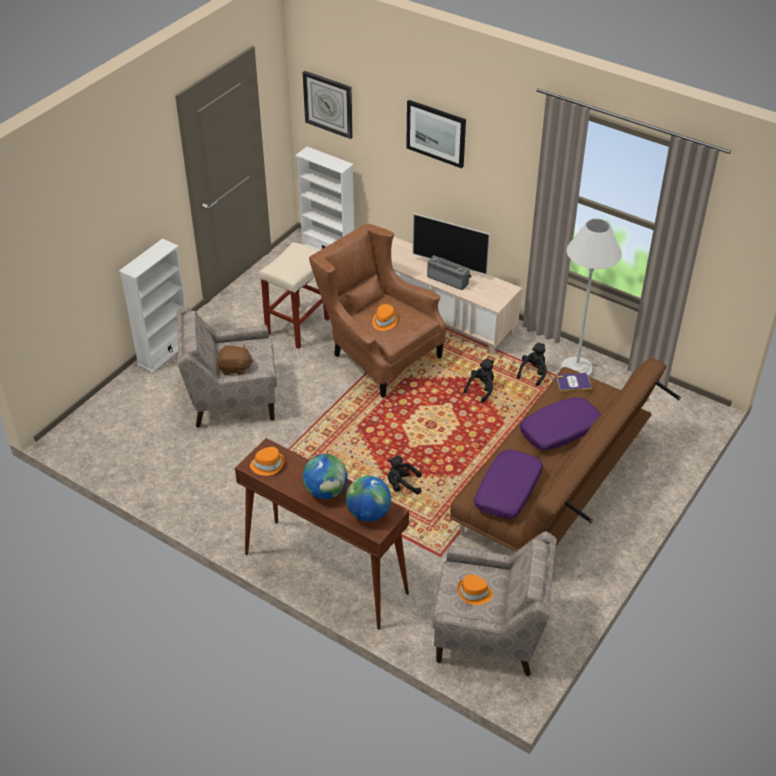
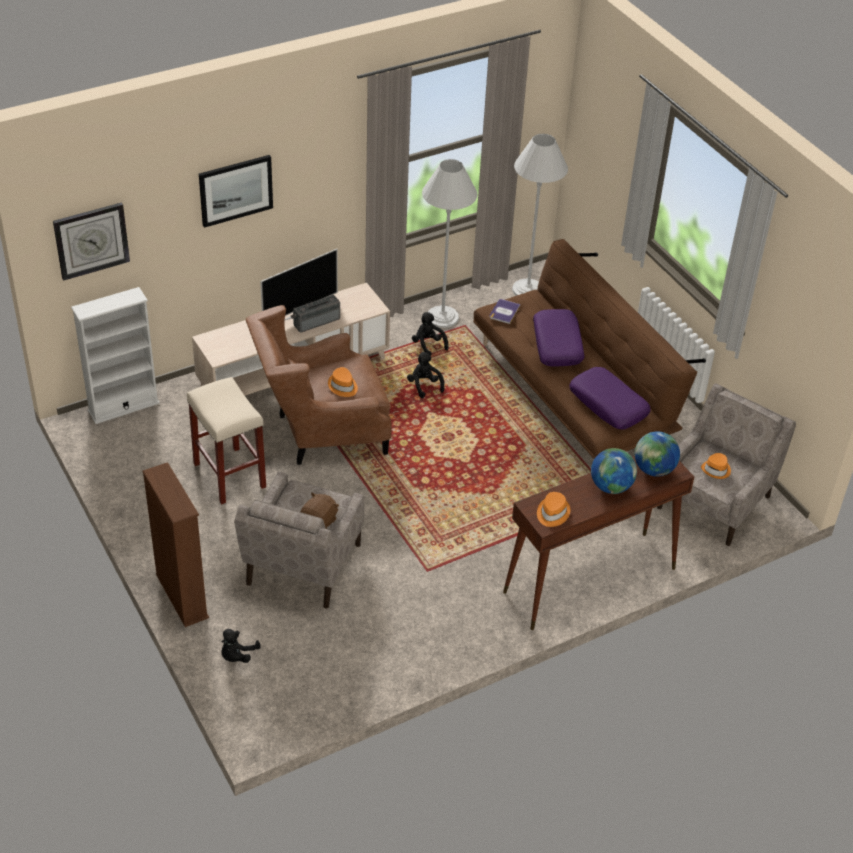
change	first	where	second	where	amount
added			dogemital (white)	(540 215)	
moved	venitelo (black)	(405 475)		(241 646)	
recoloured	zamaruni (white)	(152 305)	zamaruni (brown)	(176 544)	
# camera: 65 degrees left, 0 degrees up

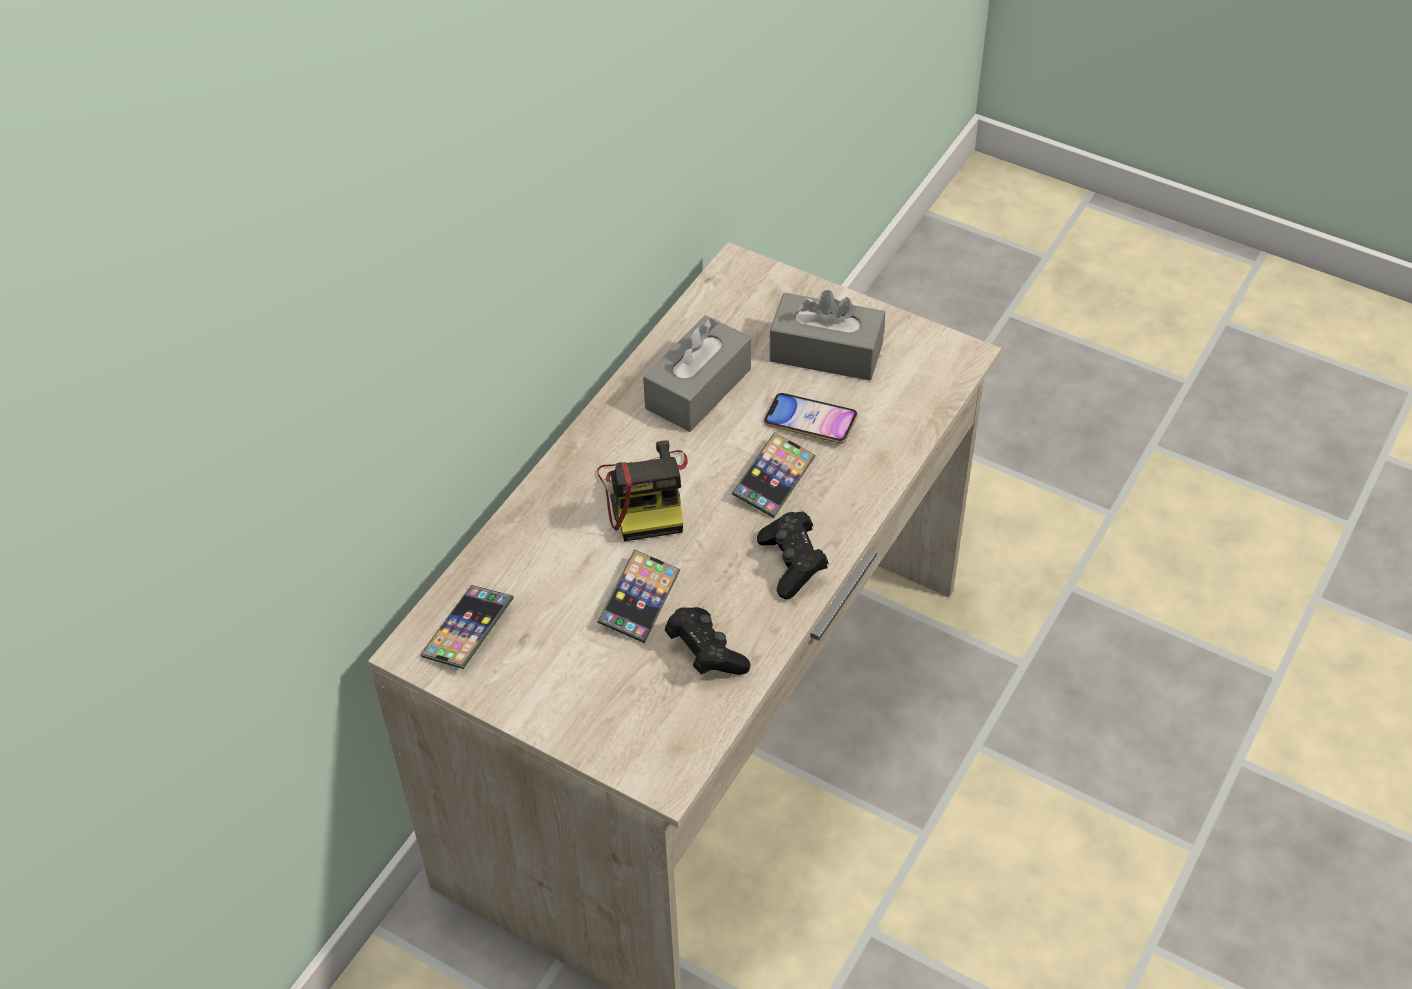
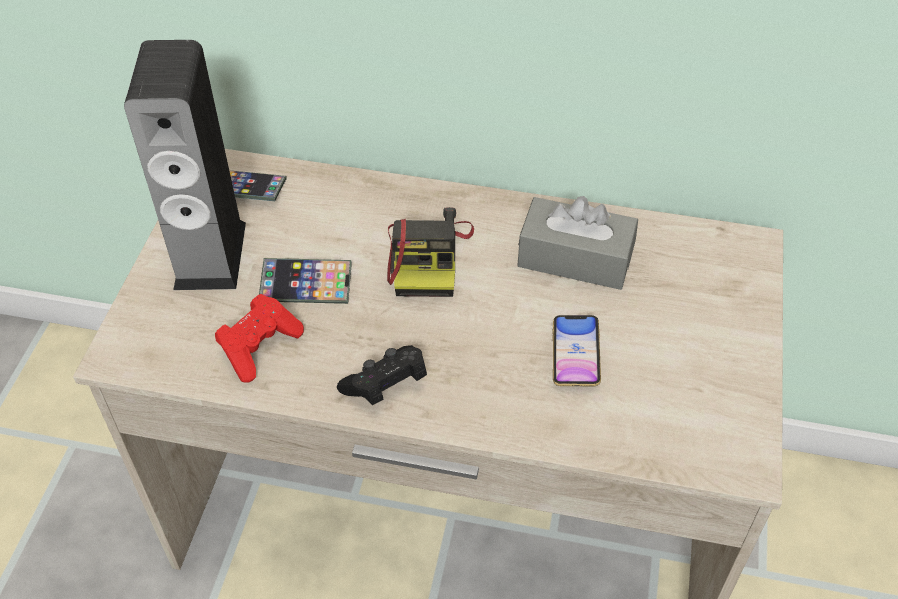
change	first	where	second	where	amount
removed	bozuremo	(774 475)			
removed	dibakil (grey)	(827 335)			
added			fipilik	(185 165)	
recoloured	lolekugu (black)	(708 641)	lolekugu (red)	(259 338)	
turned	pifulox	(642 490)		(430 252)	60 degrees counterclockwise
# camera: 70 degrees right, 0 degrees up

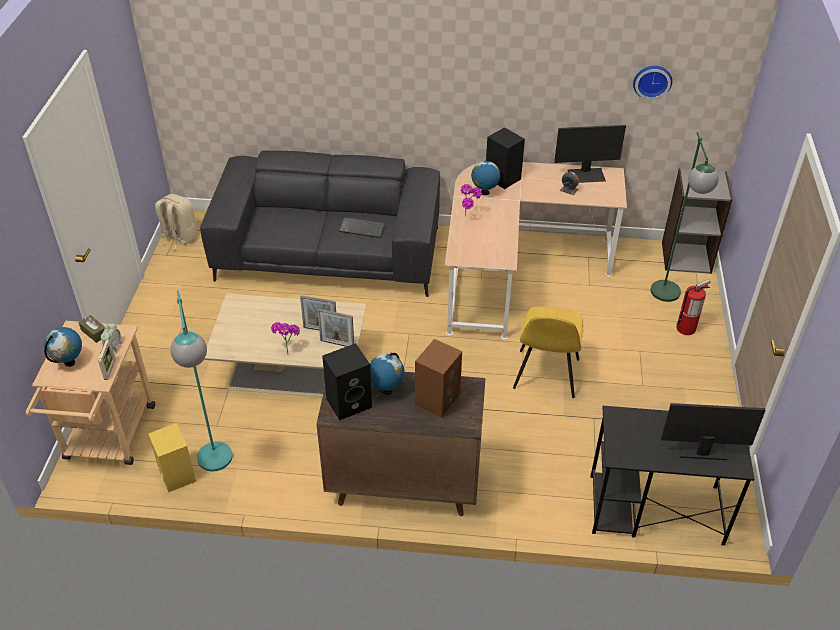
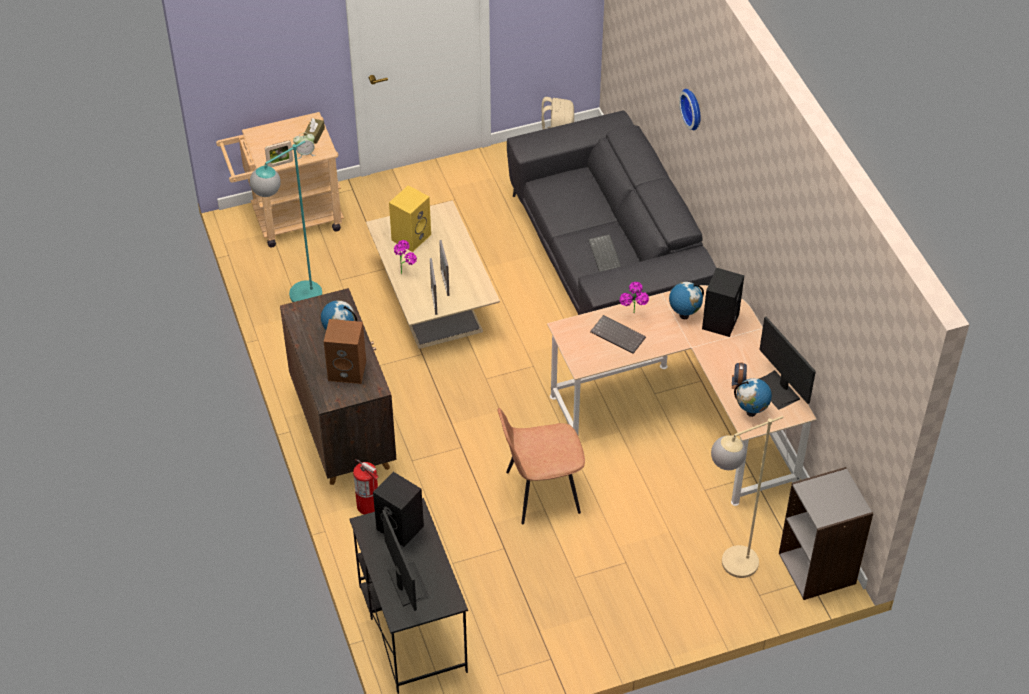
change	first	where	second	where	amount
added			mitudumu	(618 334)	
moved	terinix	(63 347)		(753 397)	
moved	fipilik (yellow)	(172 457)		(410 218)	
moved	fipilik (black)	(347 381)		(398 509)	
moved	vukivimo	(652 83)		(690 109)	
moved	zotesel	(693 307)		(365 487)	
recoloured	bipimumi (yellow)	(548 352)	bipimumi (brown)	(541 466)	
recoloured	dogemital (green)	(685 217)	dogemital (beige)	(747 497)	
# camera: 65 degrees right, 5 degrees up

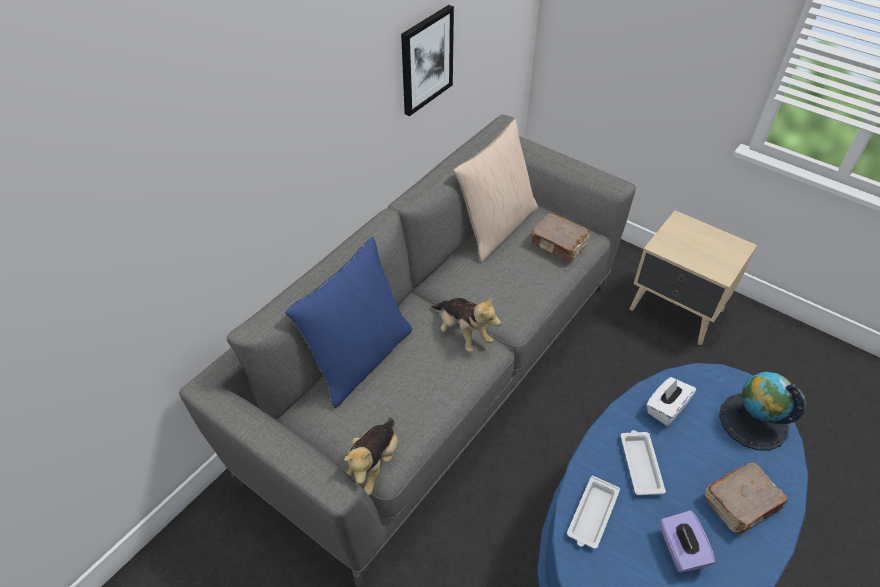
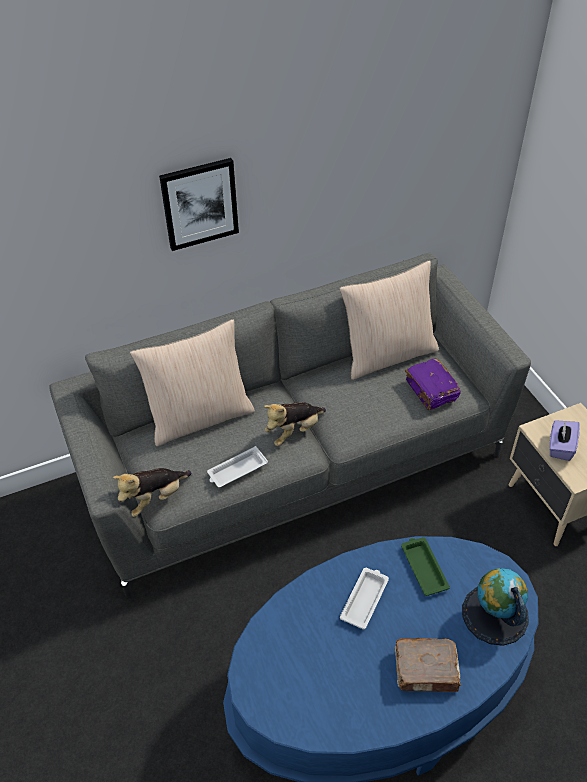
change	first	where	second	where	amount
moved	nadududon	(427 60)		(199 204)	
moved	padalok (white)	(593 512)		(237 467)	
moved	dibakil (purple)	(687 541)		(564 440)	
replaced	dibakil (white)	(671 401)	padalok (green)	(425 566)	
recoloured	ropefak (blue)	(348 322)	ropefak (beige)	(192 382)	
recoloured	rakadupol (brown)	(560 238)	rakadupol (purple)	(433 384)	
turned	venitelo	(466 324)		(295 424)	60 degrees clockwise
# camera: 30 degrees right, 0 degrees up

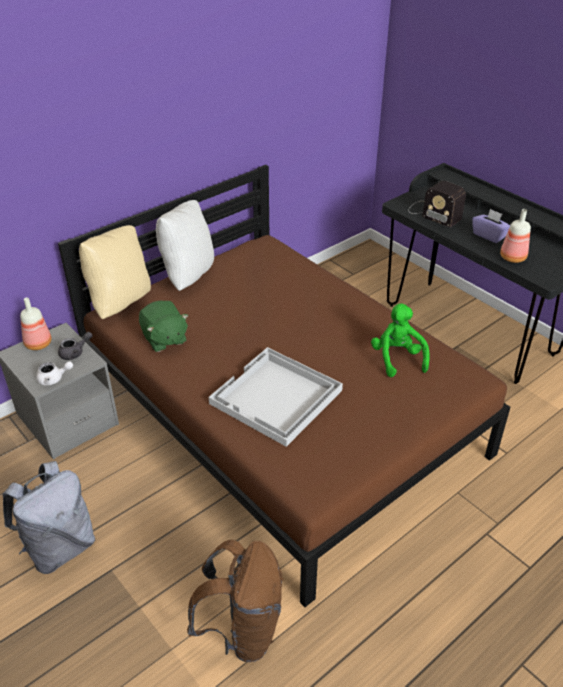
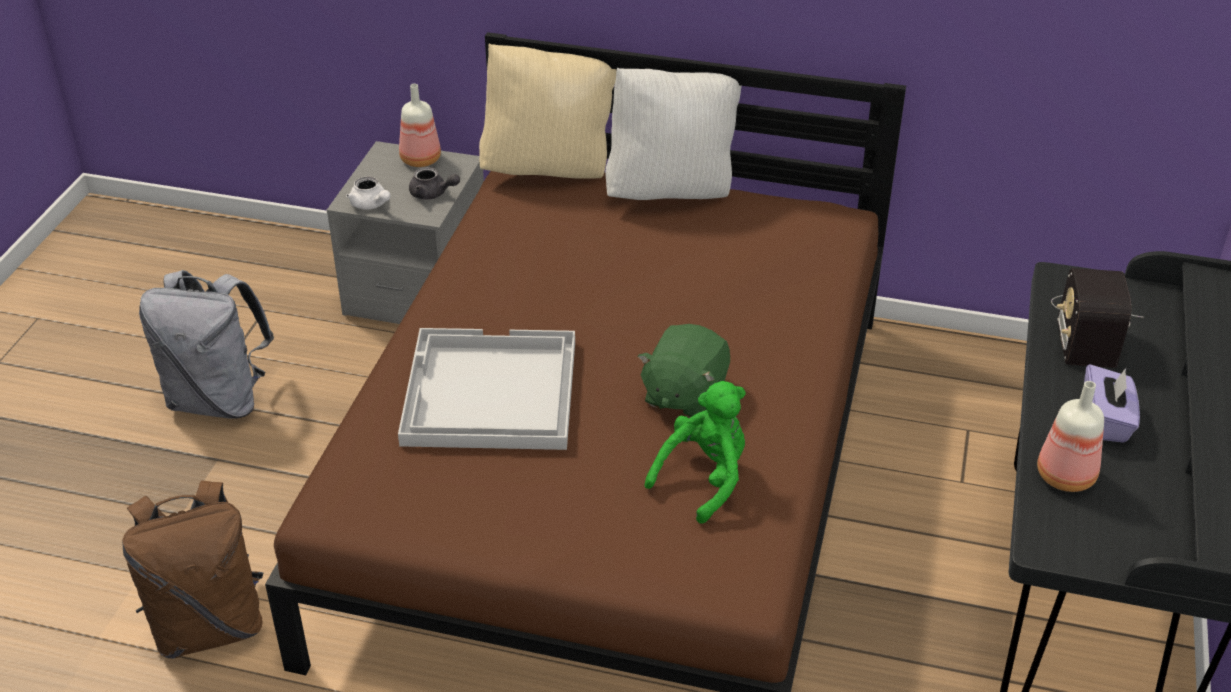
change	first	where	second	where	amount
moved	venitelo (green)	(164 326)		(683 371)	
# camera: 55 degrees right, 0 degrees up

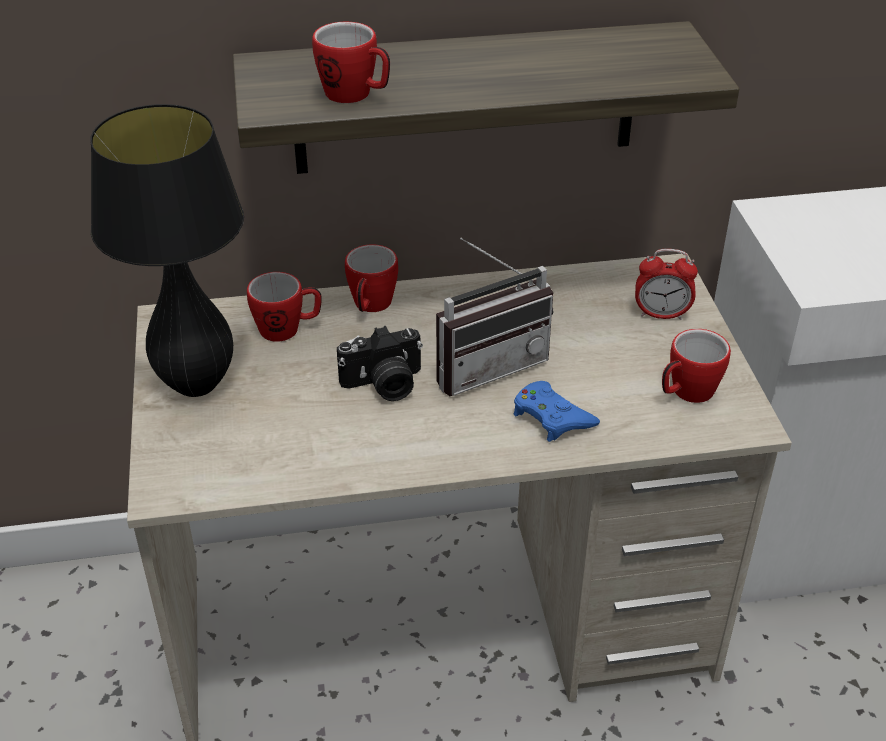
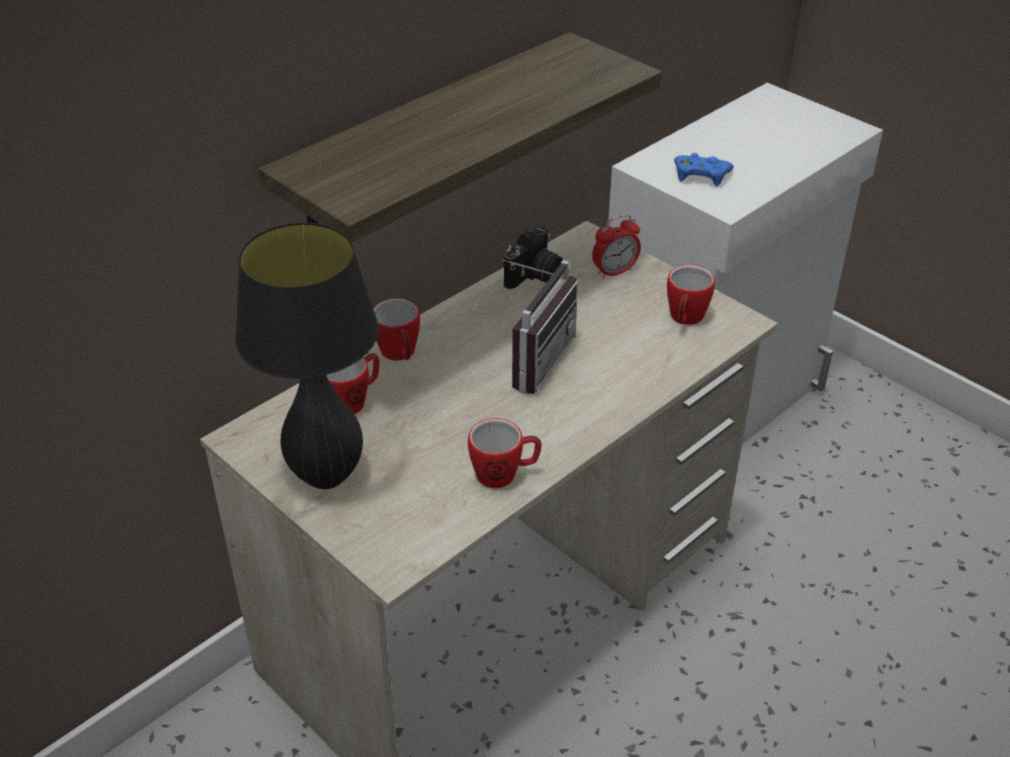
change	first	where	second	where	amount
moved	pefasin	(351 62)		(505 453)	
moved	pifulox	(380 363)		(533 258)	
moved	lolekugu (blue)	(557 411)		(704 170)	
# camera: 35 degrees left, 0 degrees up

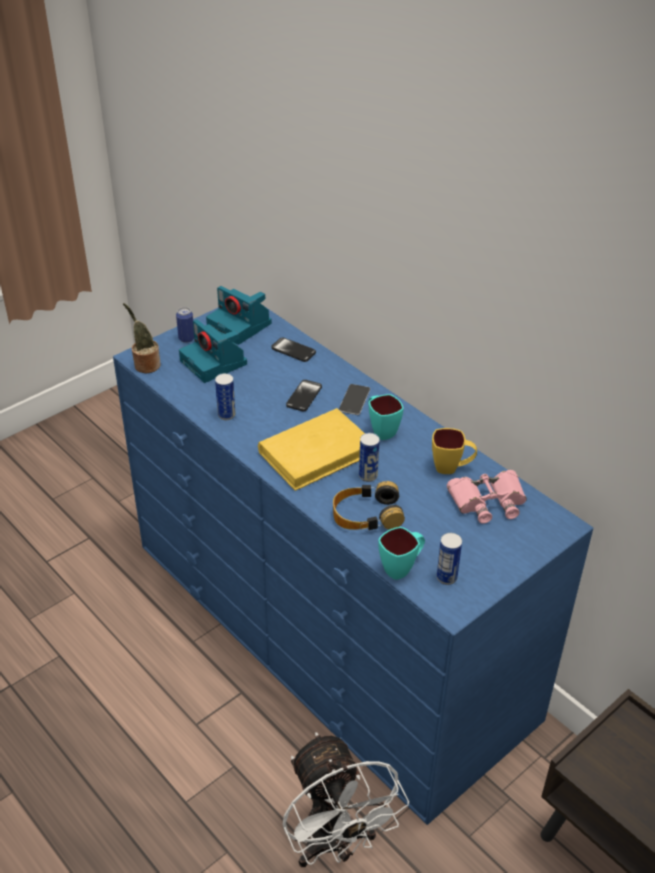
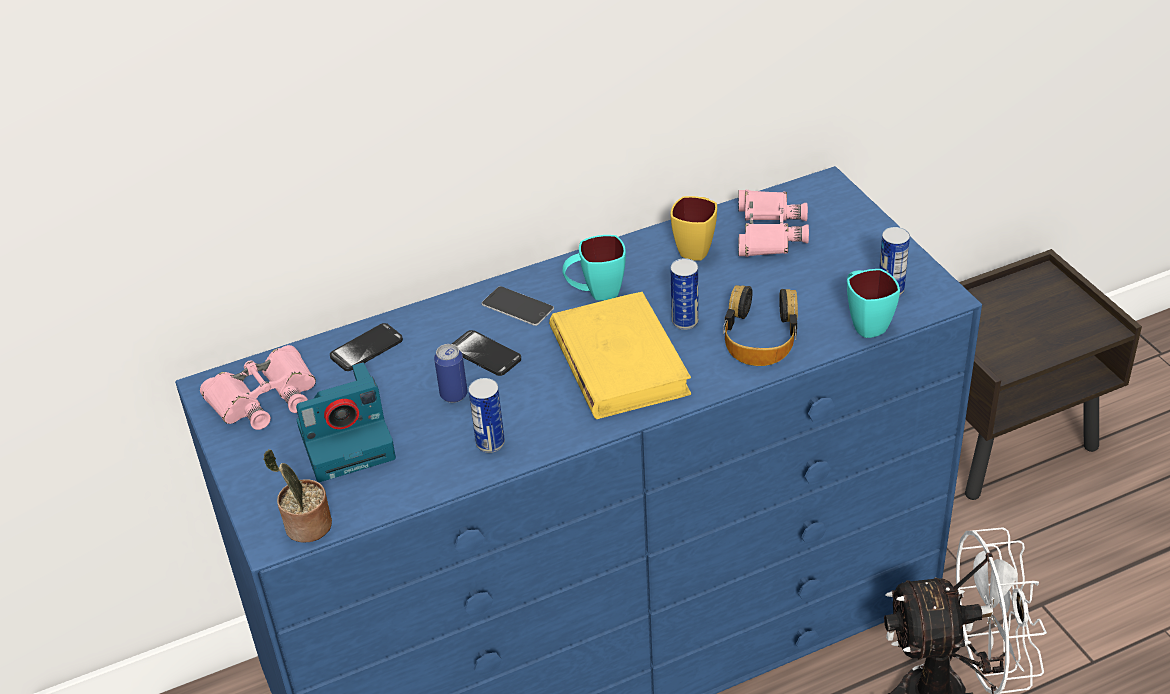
change	first	where	second	where	amount
moved	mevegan	(185 325)		(451 373)	
replaced	pifulox	(239 315)	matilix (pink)	(258 387)	
# camera: 70 degrees left, 0 degrees up

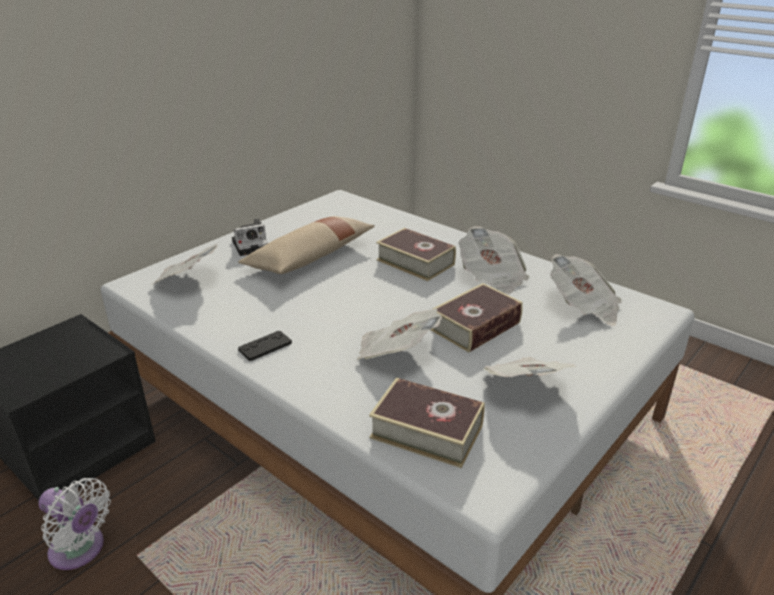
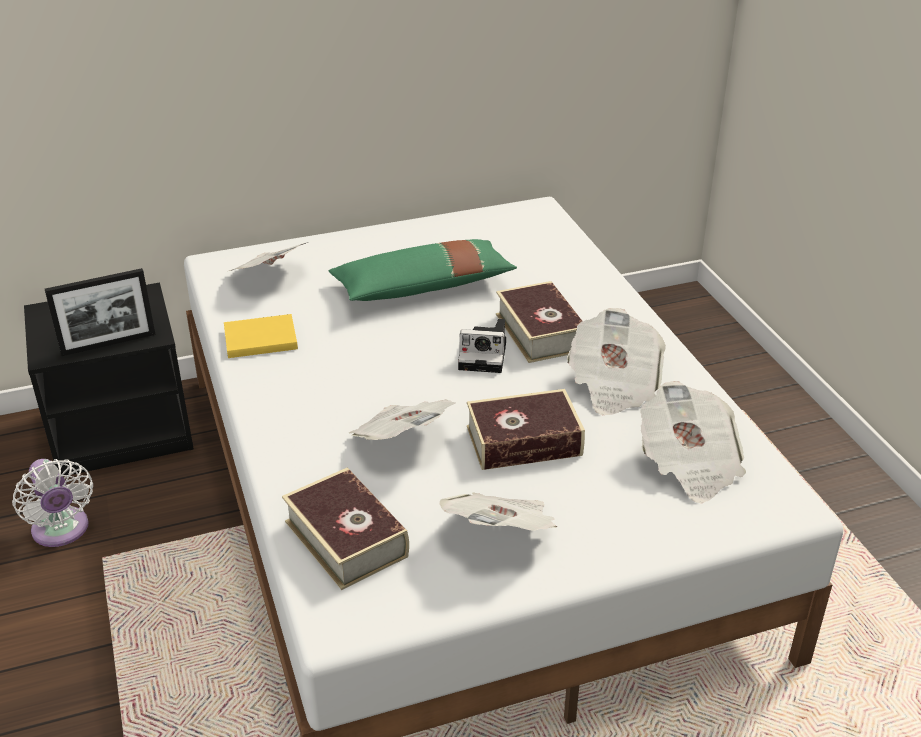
change	first	where	second	where	amount
removed	lolekugu (black)	(265 346)			
added			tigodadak	(100 312)	
added			rakadupol (yellow)	(261 336)	
moved	pifulox	(250 237)		(482 346)	
recoloured	ropefak (beige)	(306 245)	ropefak (green)	(423 270)	
# camera: 30 degrees right, 5 degrees up

